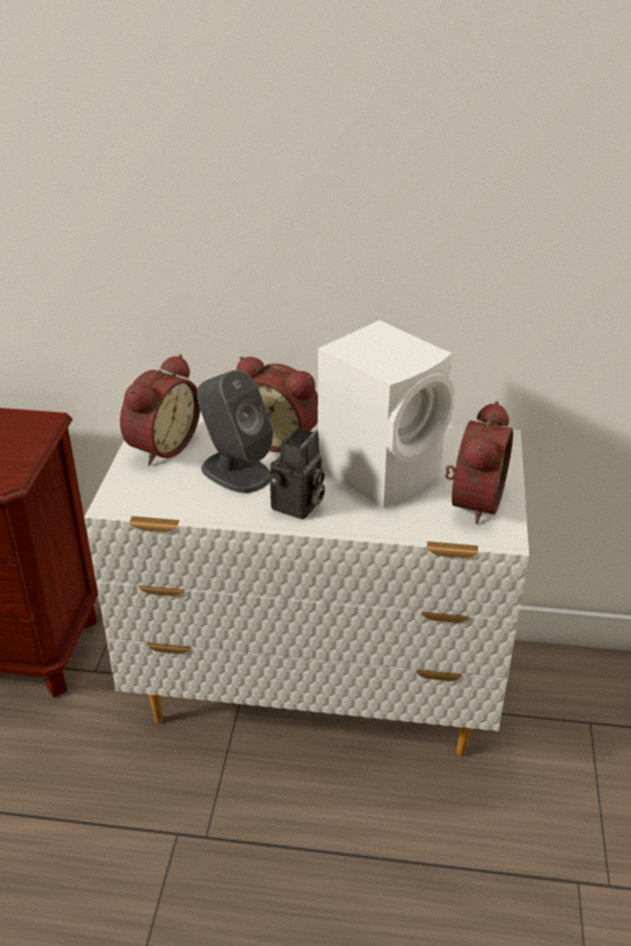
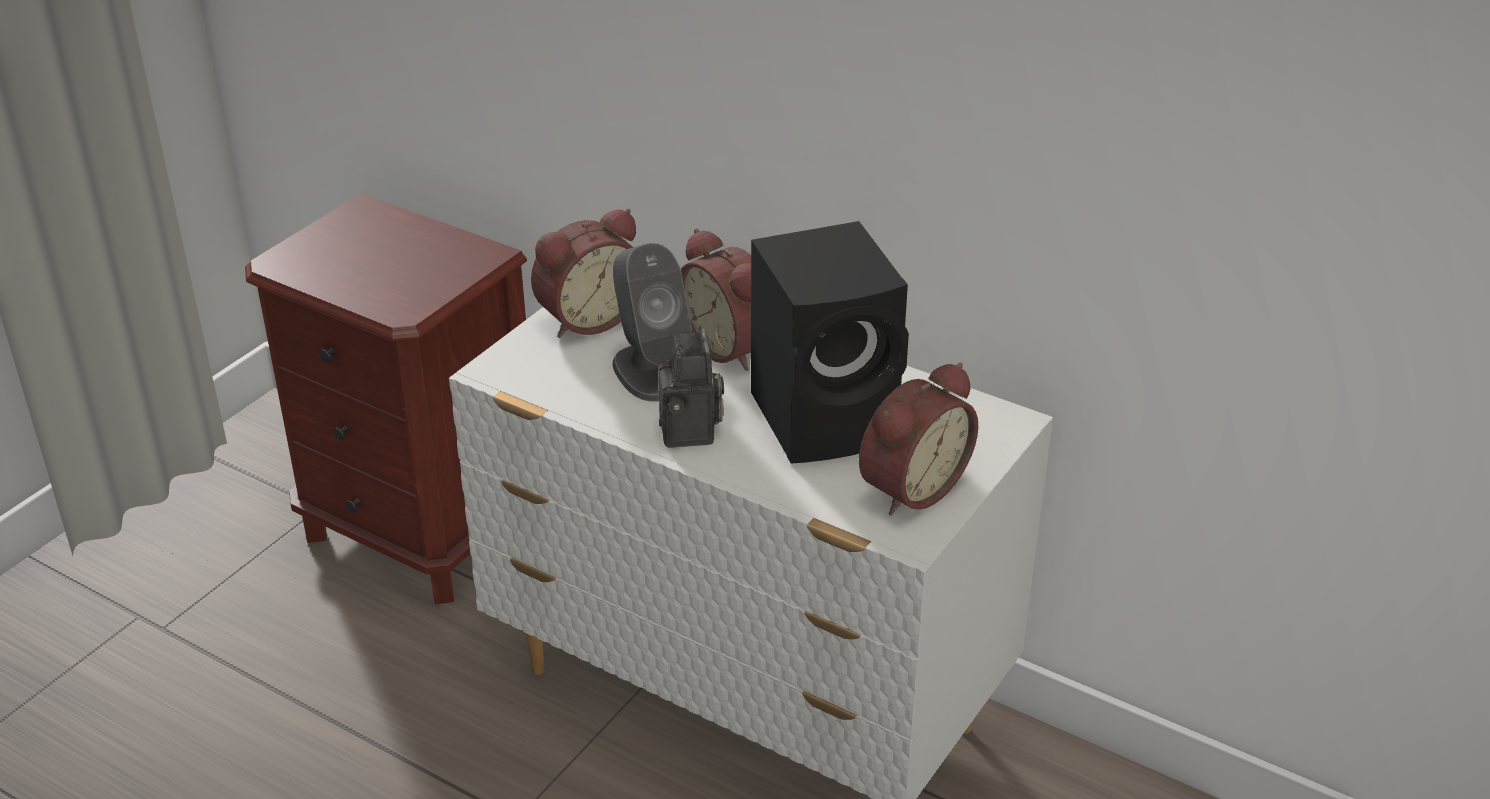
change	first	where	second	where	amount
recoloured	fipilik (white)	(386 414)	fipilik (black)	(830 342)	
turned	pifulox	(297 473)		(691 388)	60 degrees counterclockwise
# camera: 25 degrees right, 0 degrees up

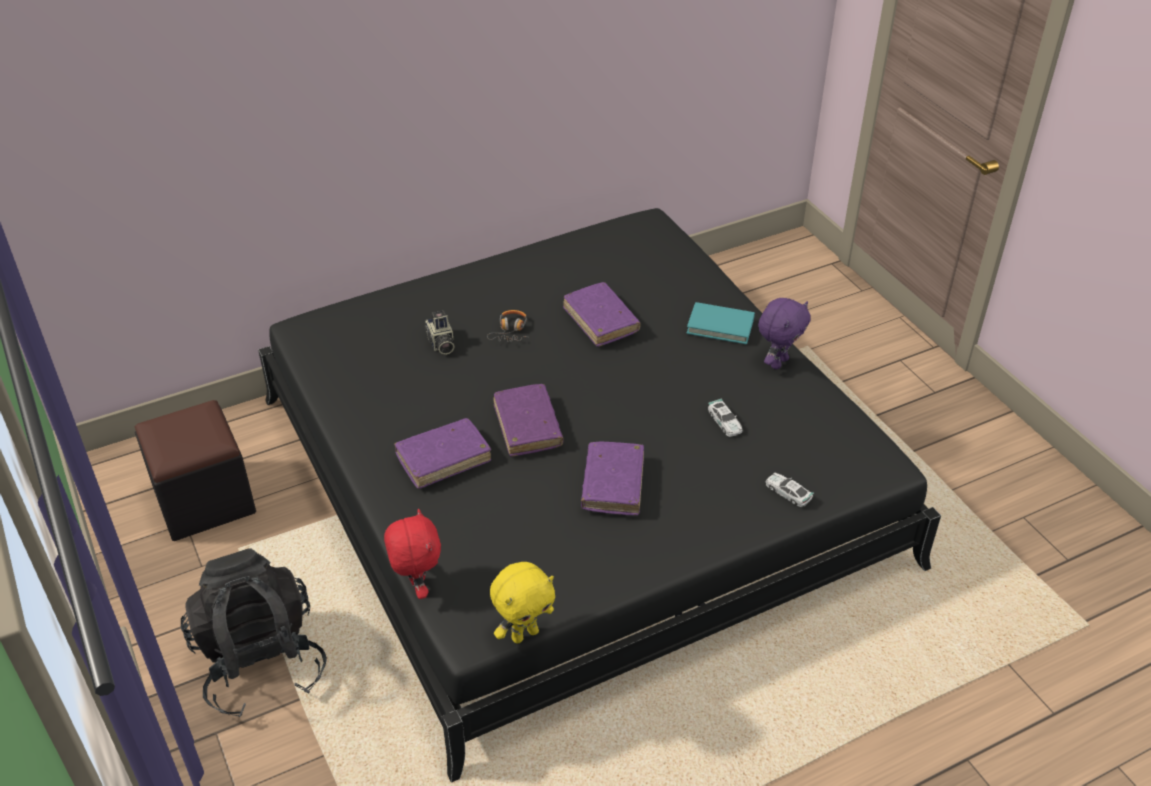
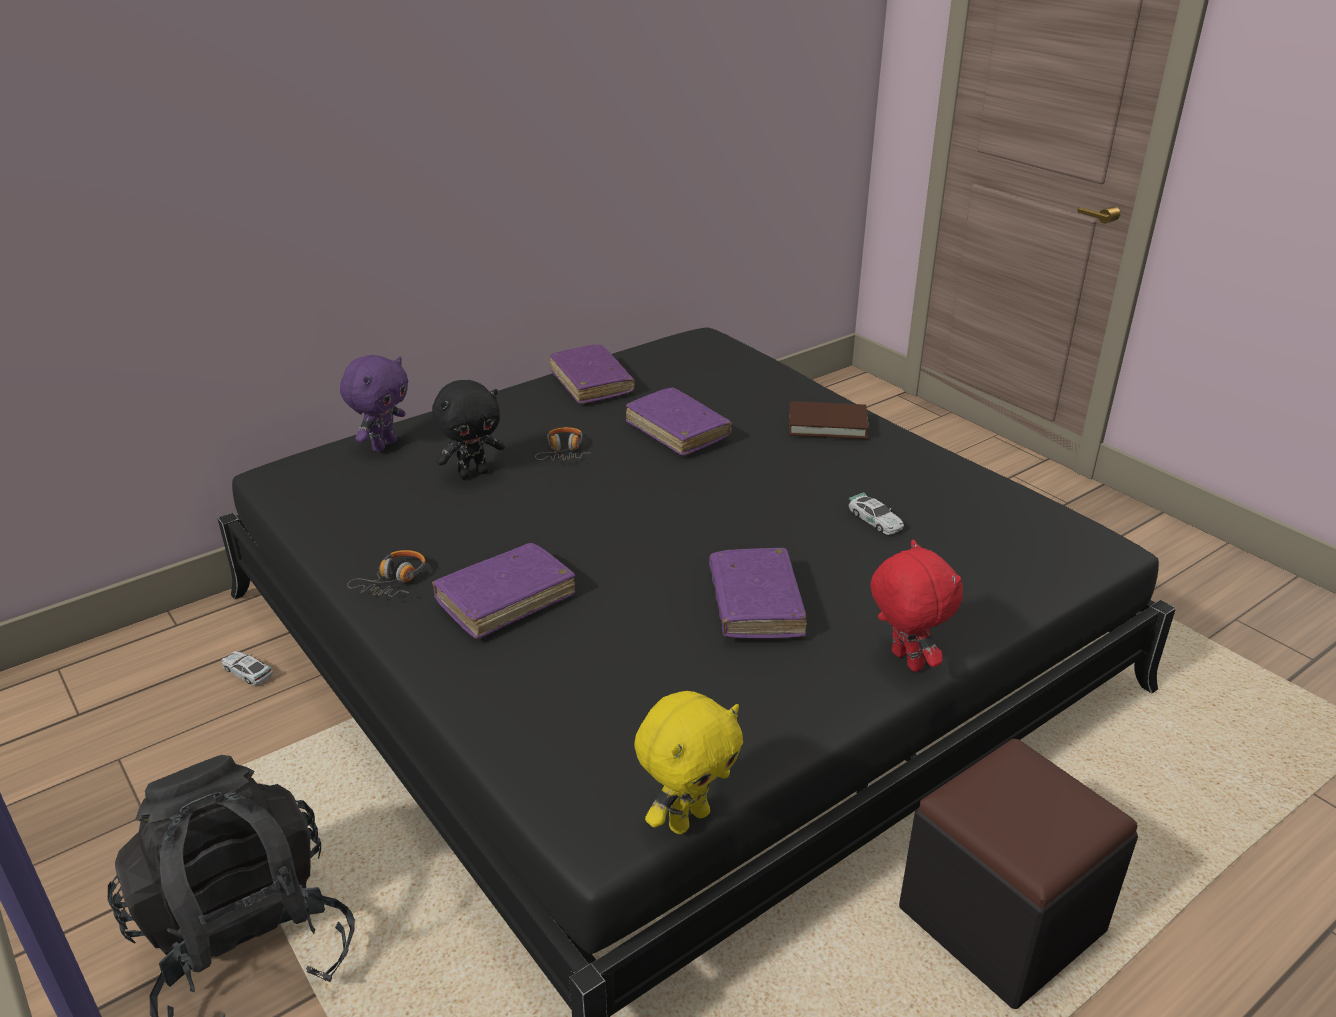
change	first	where	second	where	amount
added			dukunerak	(386 573)	
moved	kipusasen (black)	(195 470)		(1018 874)	
moved	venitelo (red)	(412 554)		(916 606)	
moved	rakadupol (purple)	(528 420)		(592 374)	
moved	venitelo (purple)	(784 333)		(374 403)	
moved	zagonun	(790 490)		(247 668)	
replaced	pifulox	(439 333)	venitelo (black)	(468 429)	
recoloured	rakadupol (turquoise)	(720 323)	rakadupol (brown)	(829 420)	
# camera: 10 degrees left, 10 degrees down

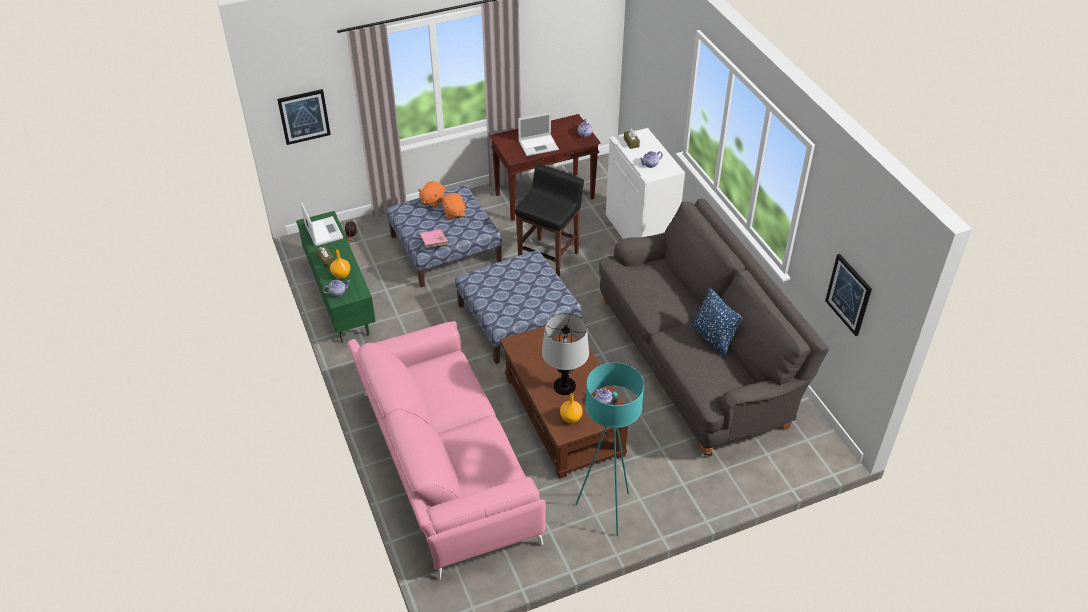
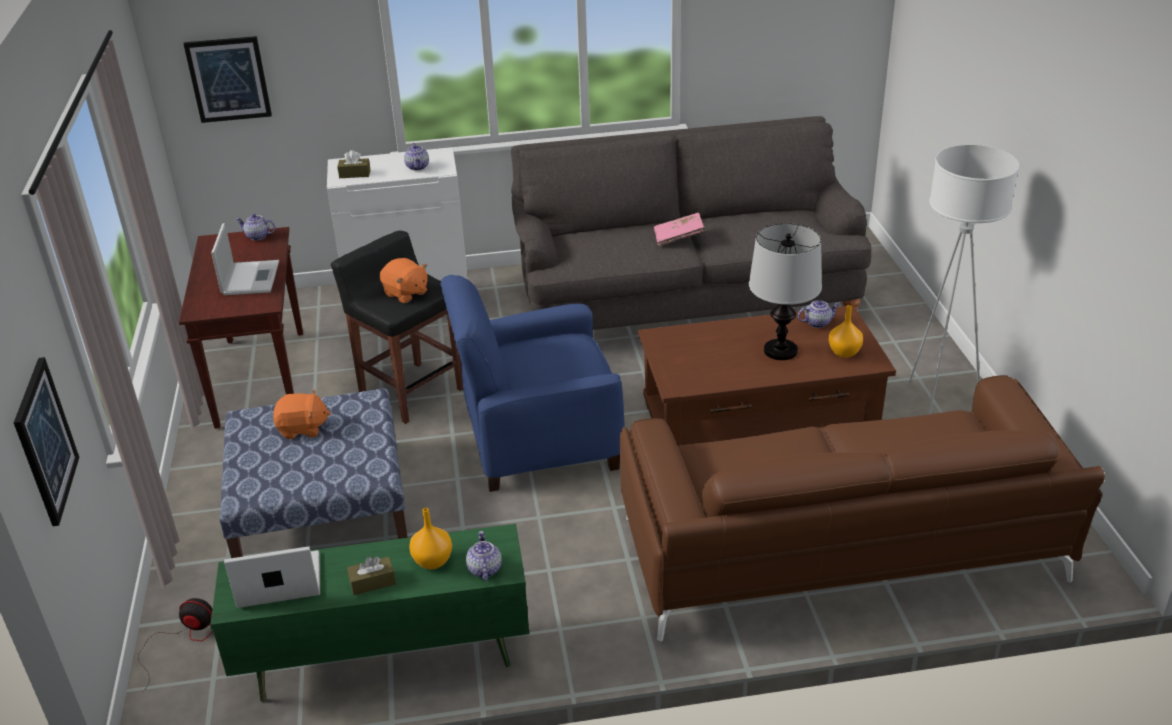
change	first	where	second	where	amount
removed	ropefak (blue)	(717 322)			
moved	venitelo (orange)	(431 194)		(404 280)	
moved	rakadupol (pink)	(434 238)		(679 229)	
moved	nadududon	(848 295)		(228 79)	
replaced	kipusasen	(518 307)	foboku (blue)	(532 383)	
recoloured	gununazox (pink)	(446 450)	gununazox (brown)	(862 508)	
recoloured	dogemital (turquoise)	(610 449)	dogemital (white)	(963 279)	
# camera: 75 degrees left, 10 degrees down

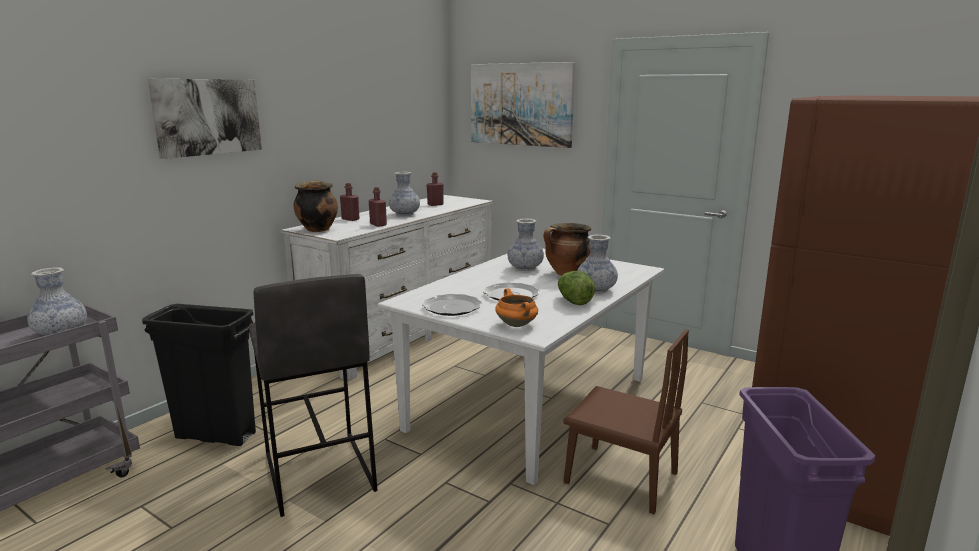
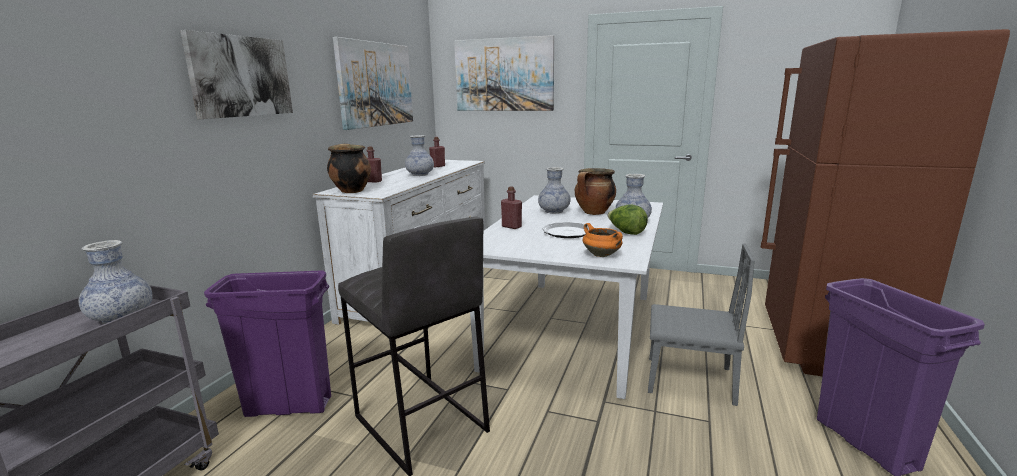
change	first	where	second	where	amount
removed	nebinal	(452 305)			
added			nadududon	(373 83)	
moved	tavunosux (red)	(378 207)		(511 207)	
recoloured	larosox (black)	(199 375)	larosox (purple)	(267 343)	
recoloured	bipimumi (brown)	(626 421)	bipimumi (grey)	(701 324)	
# camera: 15 degrees left, 0 degrees up

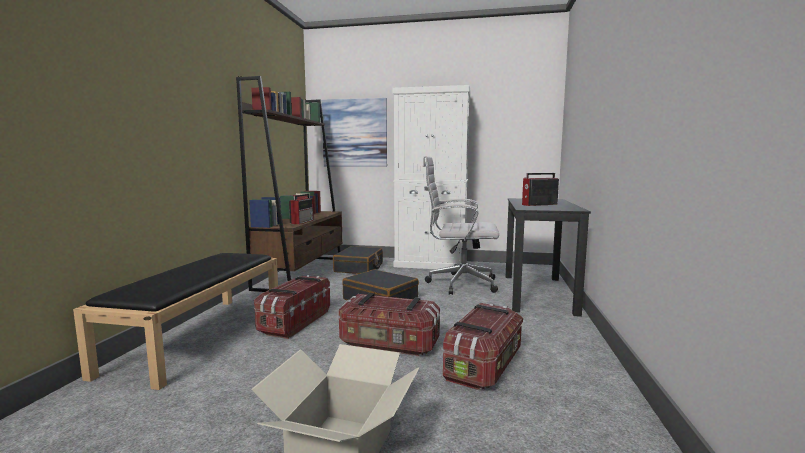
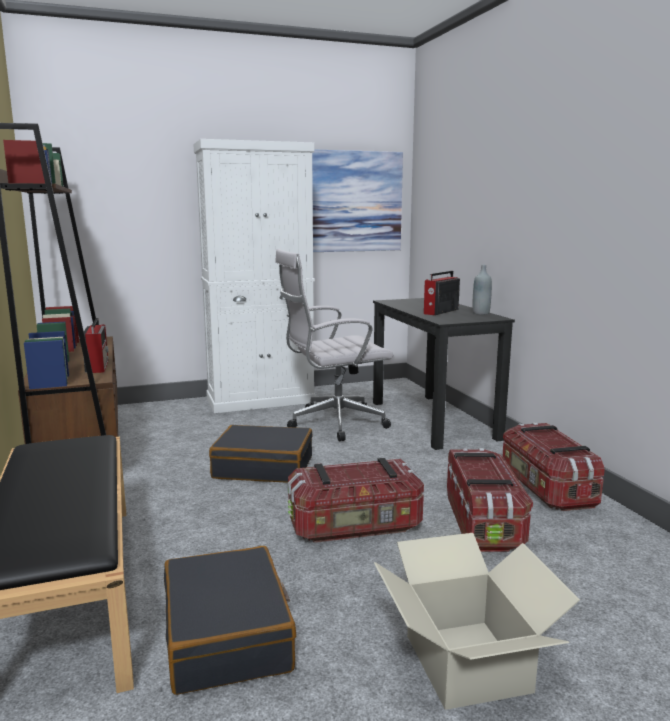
change	first	where	second	where	amount
added			tavunosux (grey)	(482 290)	
moved	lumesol	(292 307)		(553 467)	
moved	nadududon	(354 132)		(357 200)	
moved	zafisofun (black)	(358 260)		(230 620)	
# camera: 30 degrees left, 5 degrees up

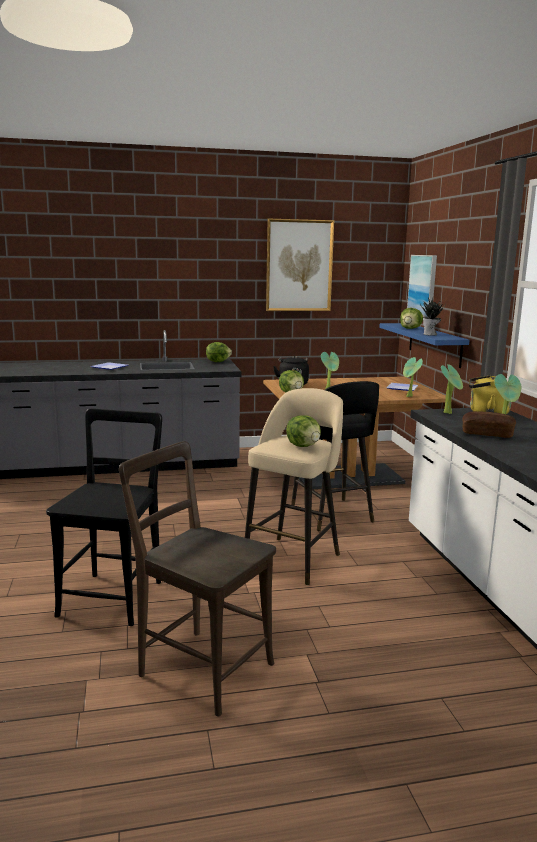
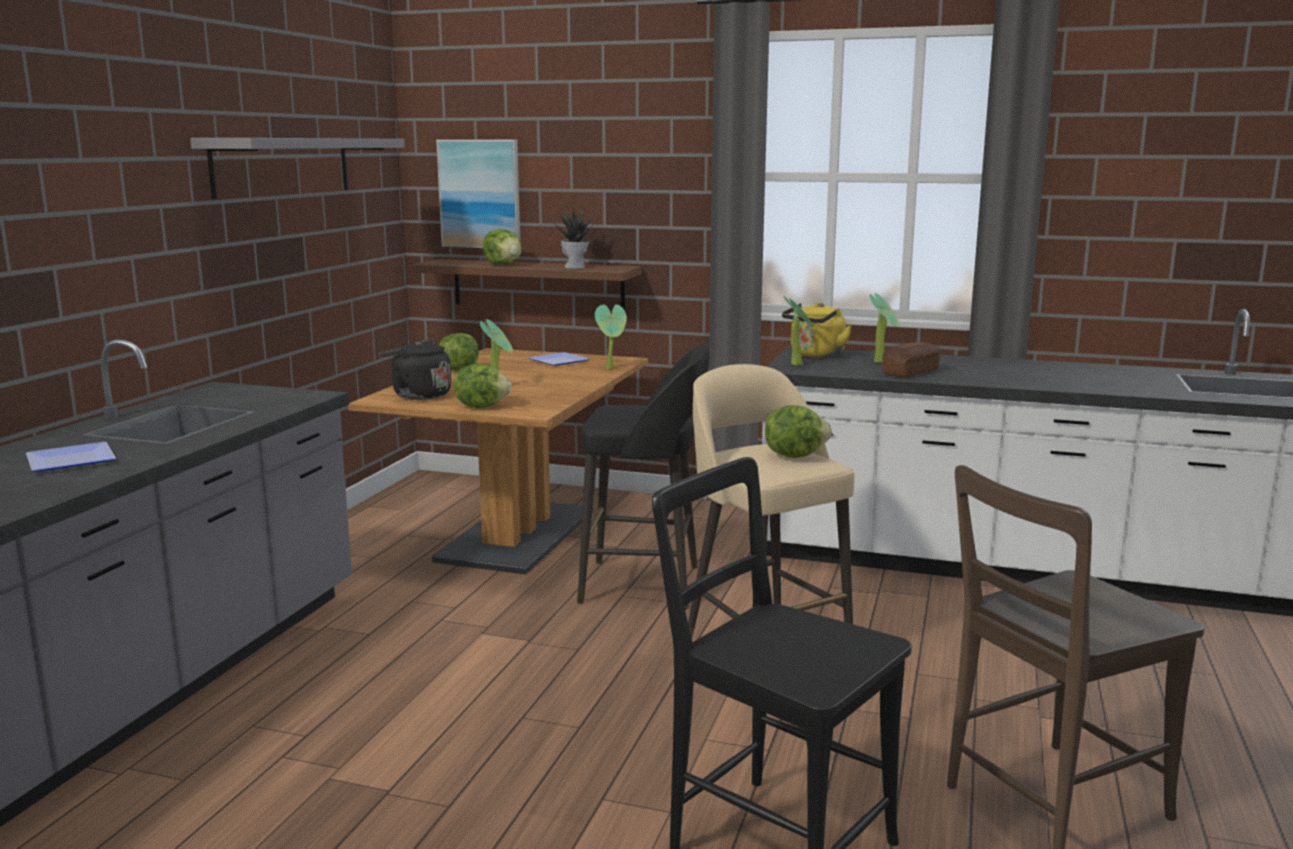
change	first	where	second	where	amount
moved	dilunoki	(219 352)		(459 352)	
replaced	nadududon	(300 265)	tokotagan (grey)	(297 168)	
recoloured	tokotagan (blue)	(424 345)	tokotagan (brown)	(527 284)	
# camera: 60 degrees left, 0 degrees up

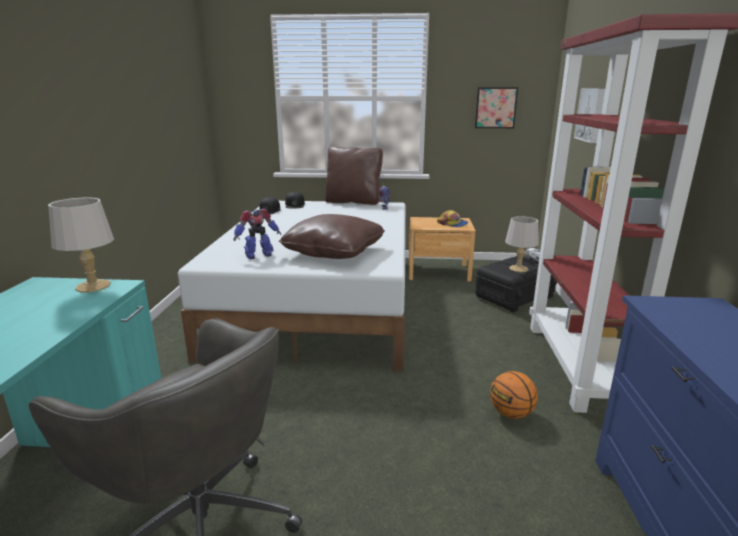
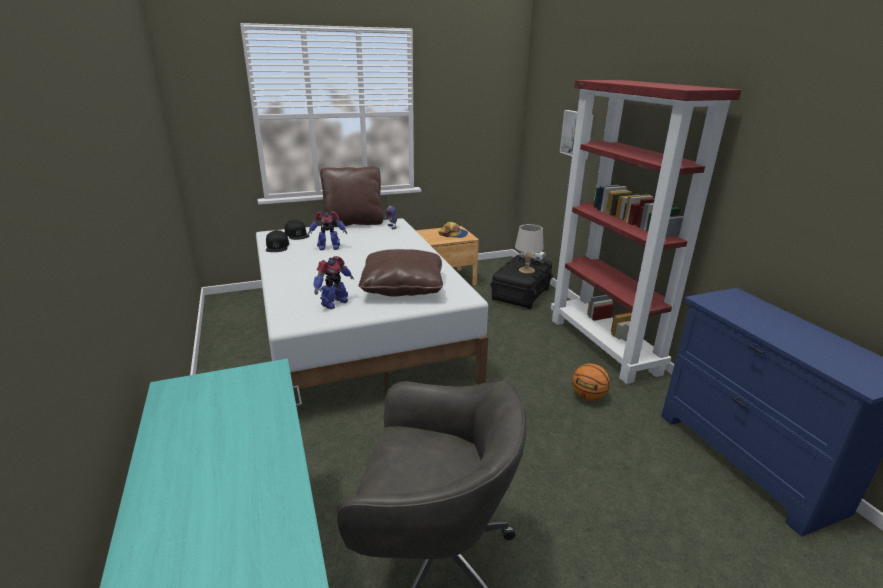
change	first	where	second	where	amount
removed	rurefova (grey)	(81 245)			
removed	nadududon	(496 107)			
added			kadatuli	(327 230)	
# camera: 25 degrees left, 5 degrees up

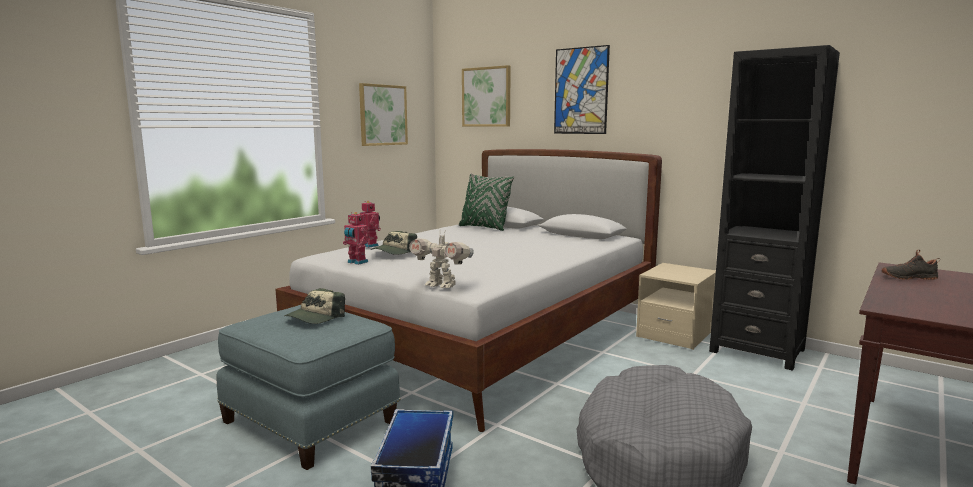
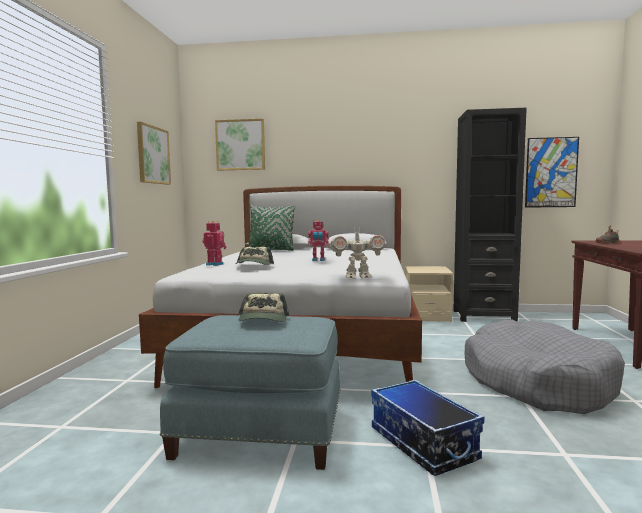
change	first	where	second	where	amount
moved	kadatuli	(356 238)		(318 240)	
moved	nadududon	(582 89)		(552 172)	
# camera: 30 degrees left, 5 degrees down

